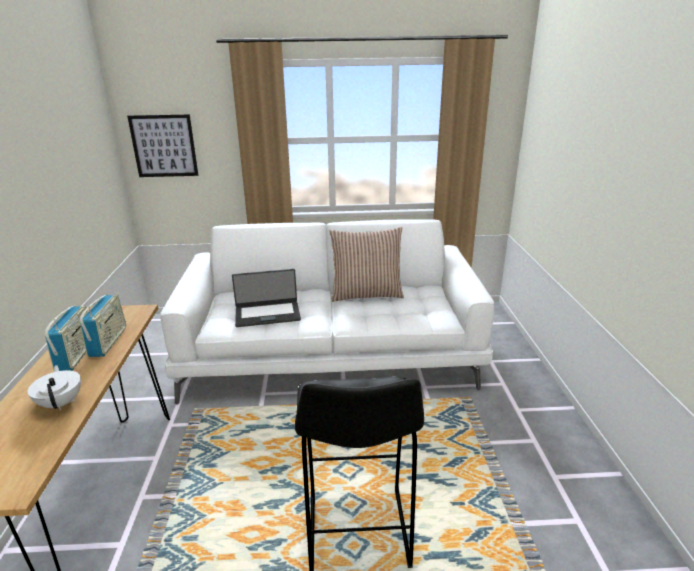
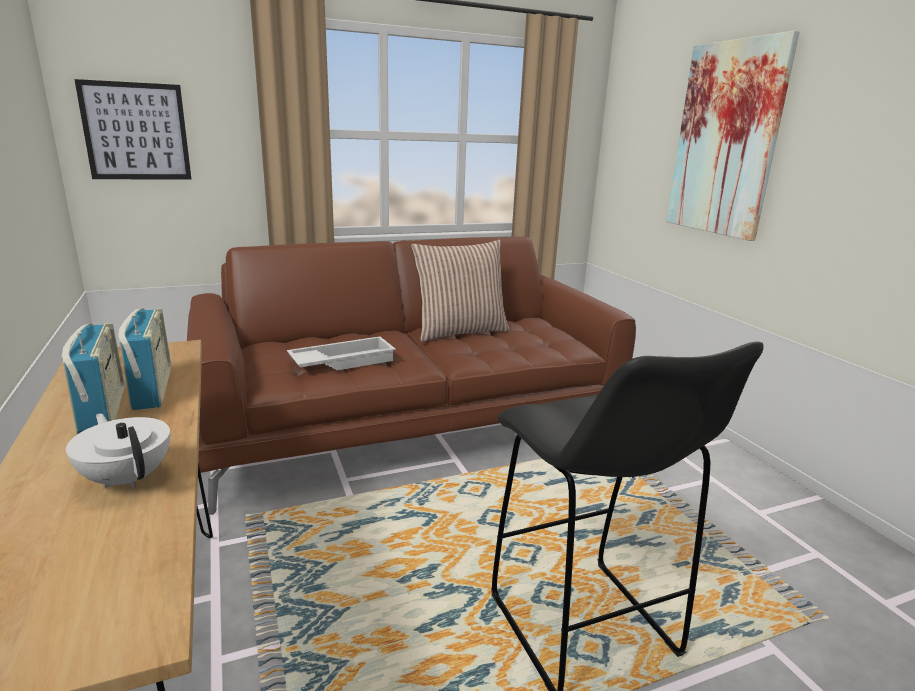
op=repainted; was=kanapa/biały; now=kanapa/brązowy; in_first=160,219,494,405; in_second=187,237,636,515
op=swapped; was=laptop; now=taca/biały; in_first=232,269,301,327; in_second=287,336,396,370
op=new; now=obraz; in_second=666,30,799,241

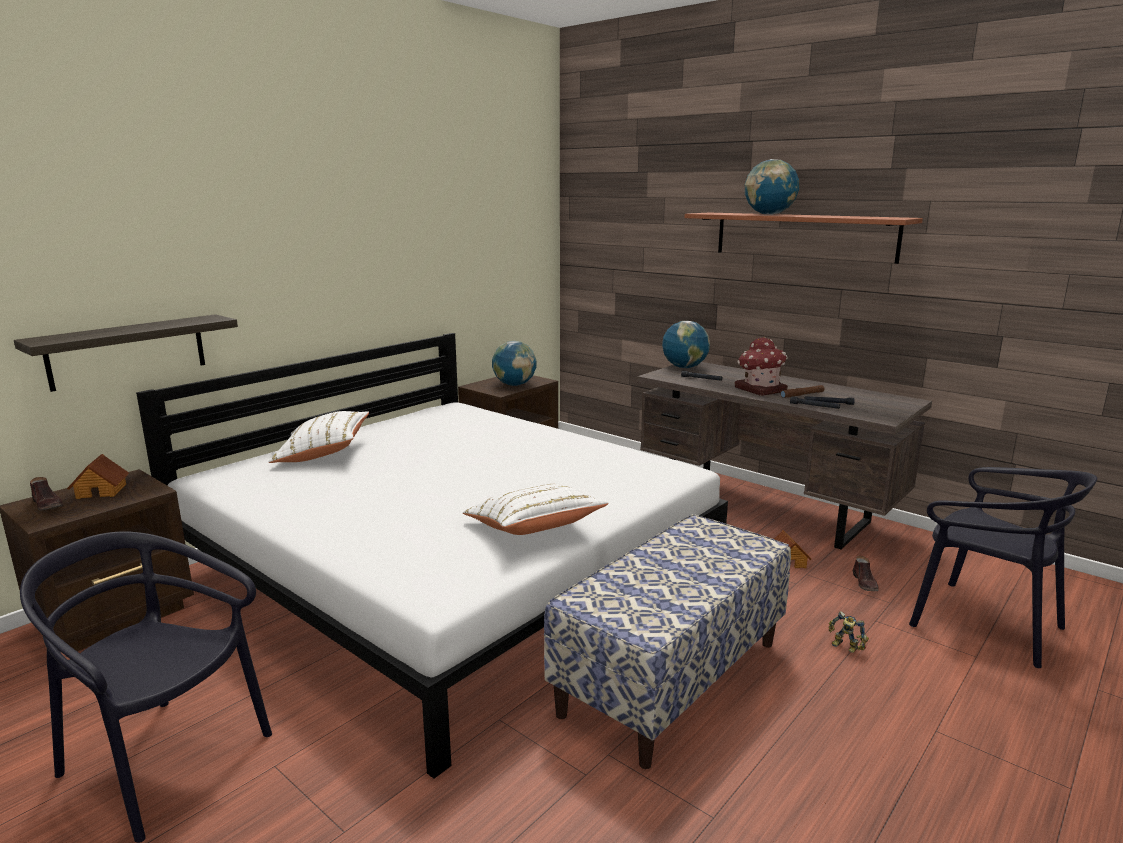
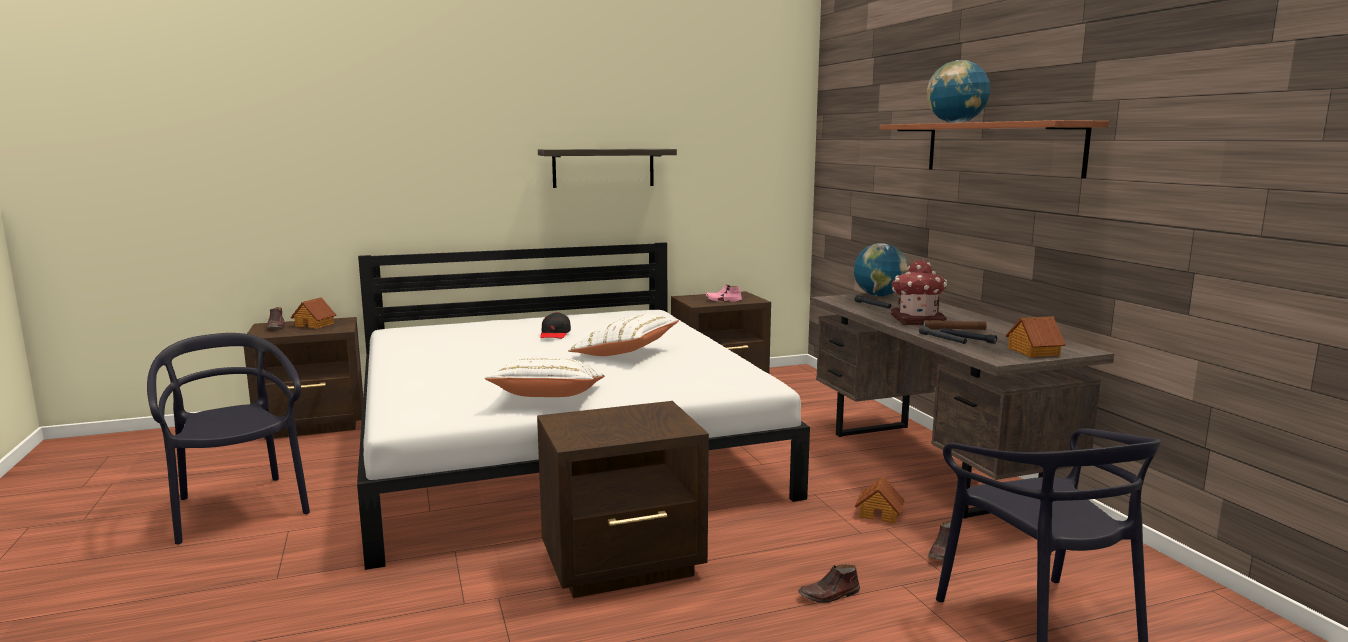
op=shifted; was=półka; in_first=14,314,238,392; in_second=538,149,677,188
op=swapped; was=globus; now=but/różowy; in_first=492,341,537,386; in_second=705,285,742,301
op=shifted; was=poduszka/biały; in_first=268,411,369,463; in_second=567,314,679,356
op=swapped; was=ławka; now=szafka nocna/brązowy; in_first=544,514,791,769; in_second=537,401,709,598
op=swapped; was=robot zabawkowy; now=but/brązowy; in_first=829,611,869,653; in_second=798,564,860,603
op=new; now=czapka z daszkiem/czarny; in_second=540,312,571,339
op=new; now=domek; in_second=1005,316,1066,357

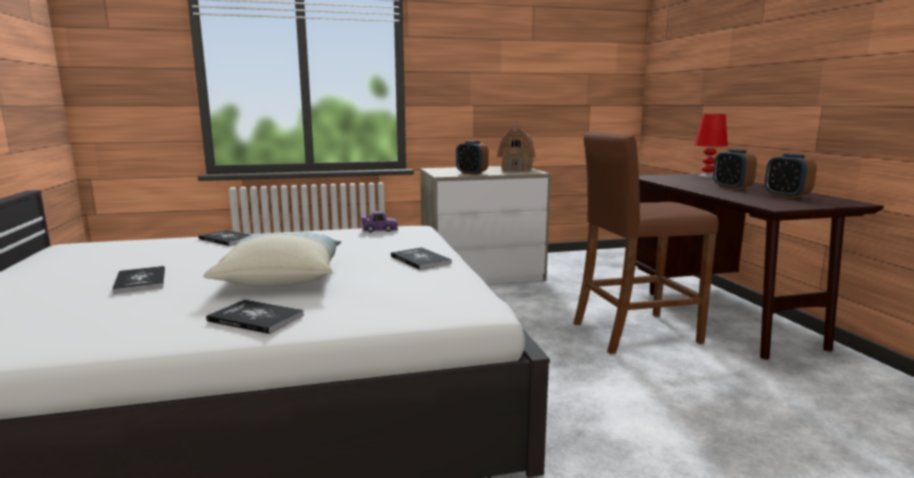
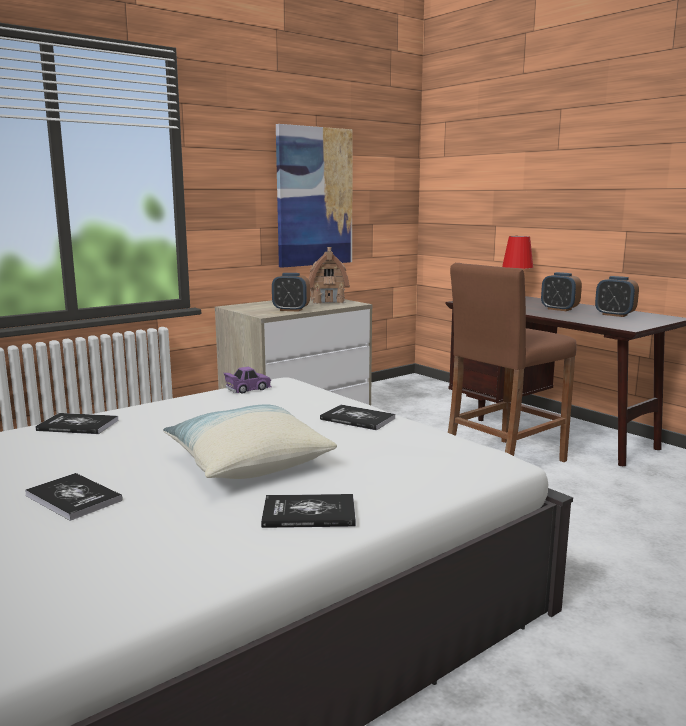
op=new; now=obraz; in_second=276,124,353,268

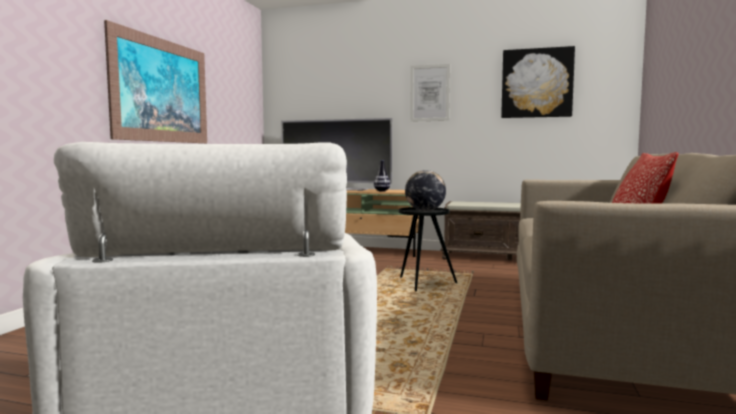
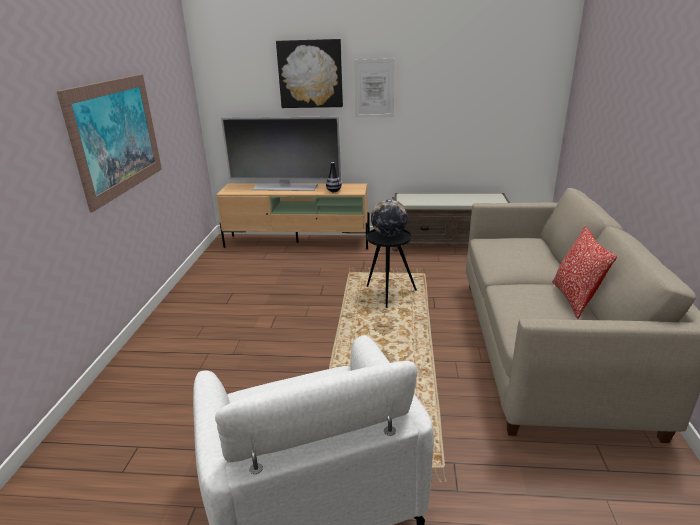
op=shifted; was=obraz; in_first=501,46,575,118; in_second=276,39,343,108

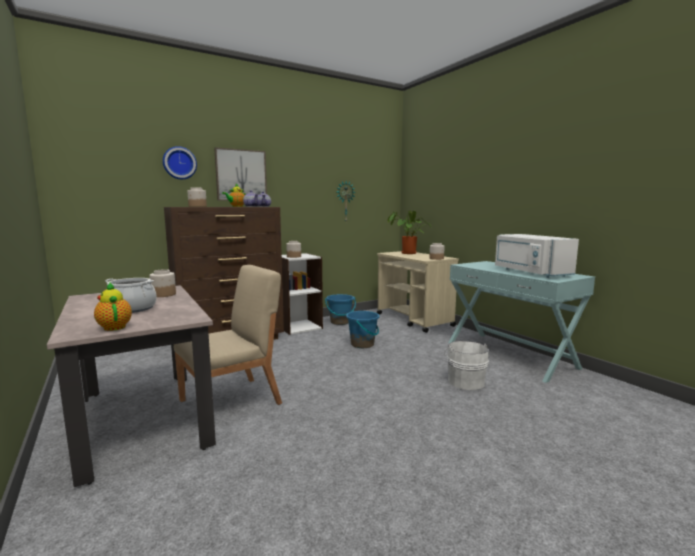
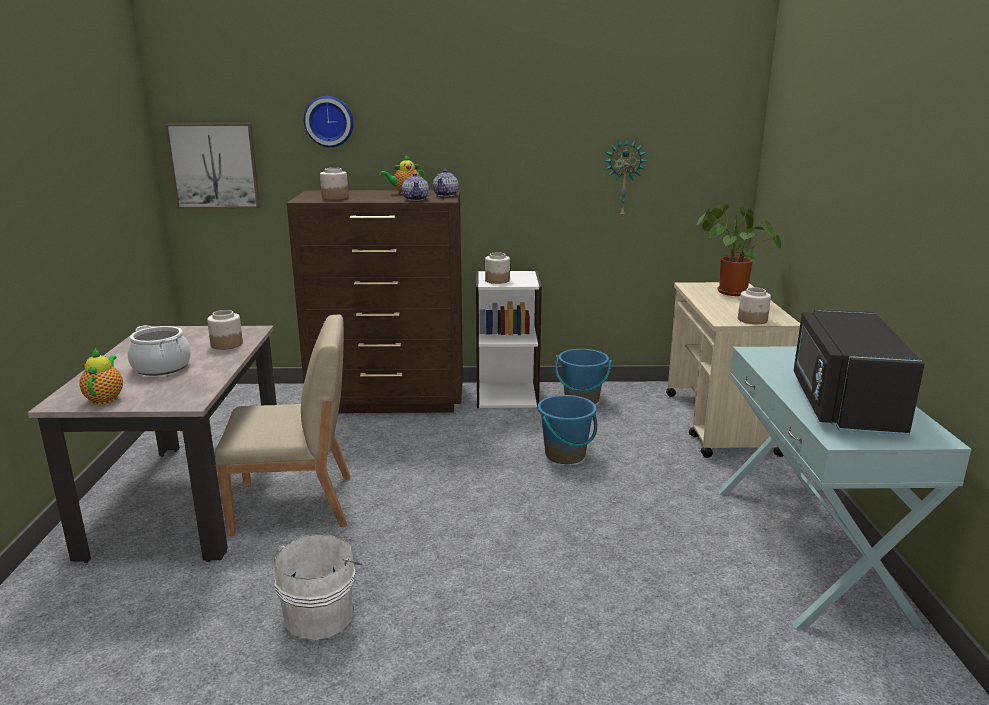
op=shifted; was=obraz; in_first=214,147,267,201; in_second=165,124,260,209
op=repainted; was=mikrofalówka/biały; now=mikrofalówka/czarny; in_first=495,234,579,278; in_second=793,309,925,436
op=shifted; was=wiadro/biały; in_first=444,341,489,390; in_second=274,534,362,640

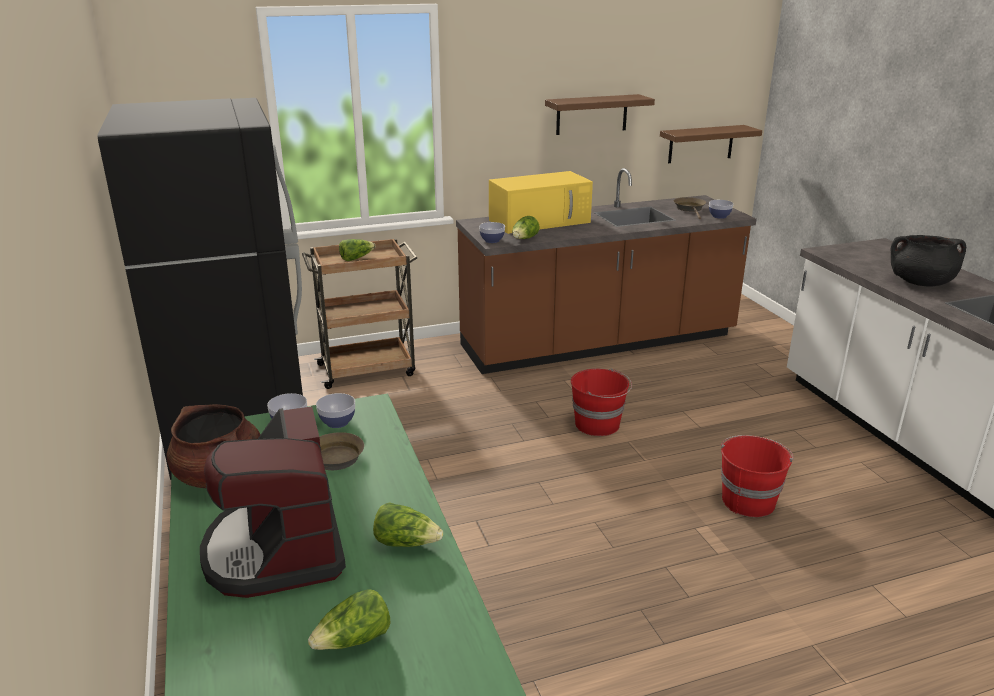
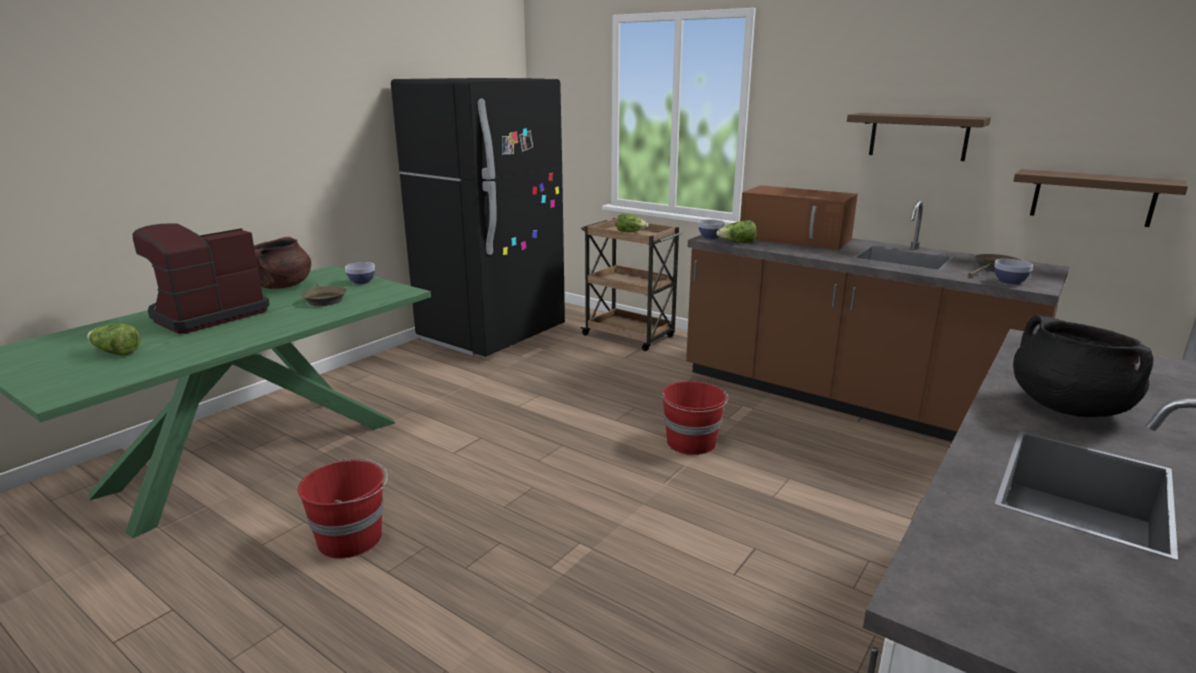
op=repainted; was=mikrofalówka/żółty; now=mikrofalówka/brązowy; in_first=489,171,593,234; in_second=740,185,858,250
op=gone; was=miska; in_first=316,393,355,428
op=shifted; was=wiadro/czerwony; in_first=721,435,794,517; in_second=298,458,388,559
op=gone; was=sałata; in_first=373,502,443,547

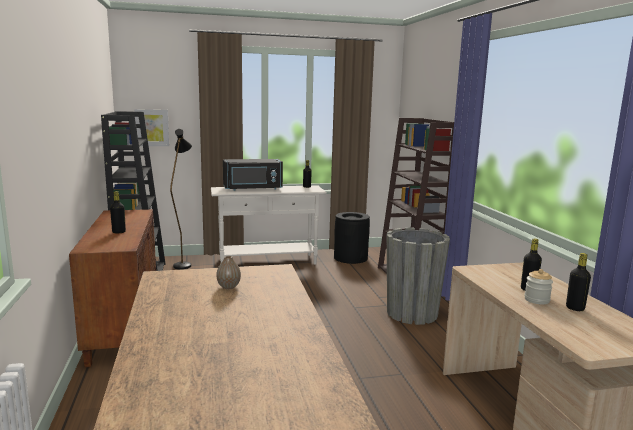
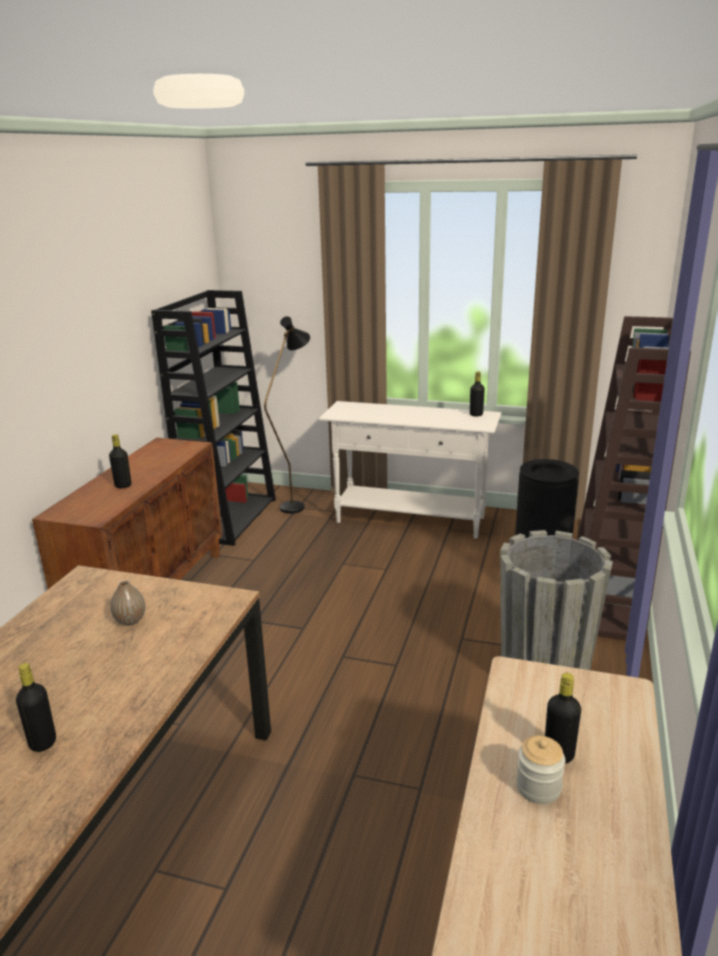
op=gone; was=obraz; in_first=134,109,169,146
op=gone; was=mikrofalówka/czarny; in_first=223,159,283,191
op=shifted; was=butelka/czarny; in_first=566,253,591,311; in_second=16,663,56,752

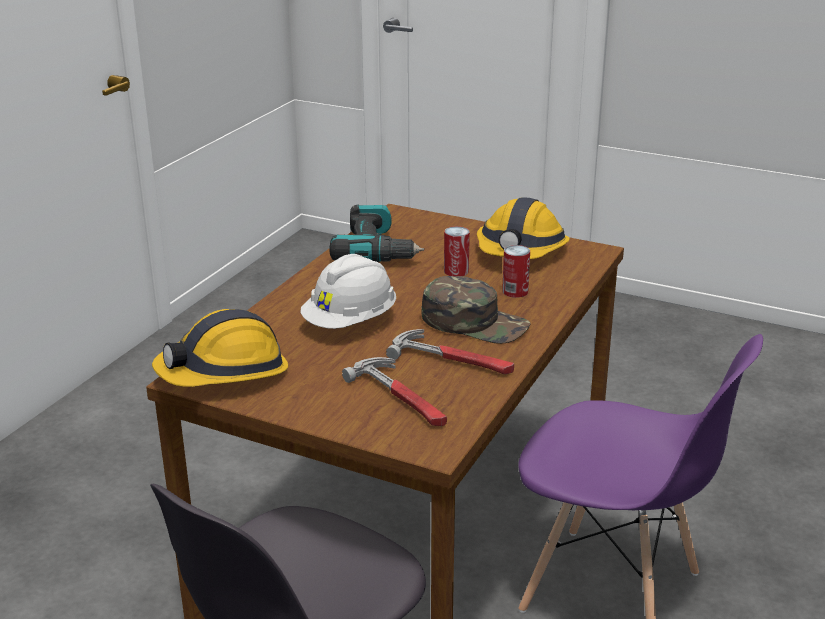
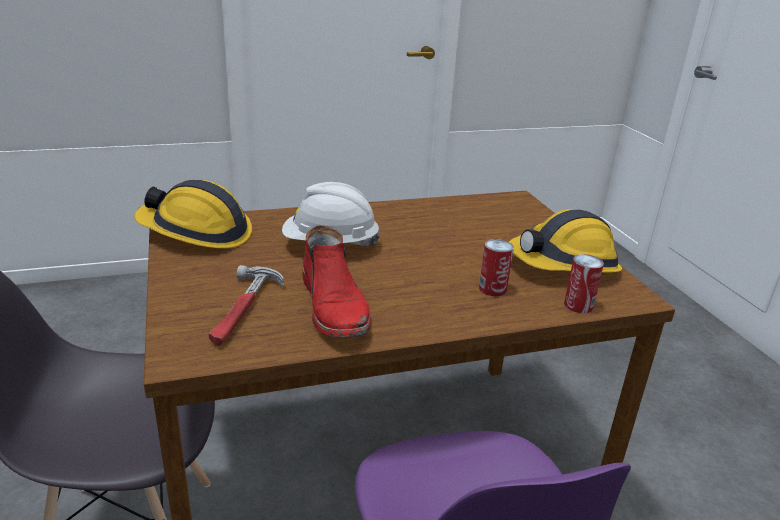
op=gone; was=wiertarka; in_first=329,204,424,262
op=shifted; was=puszka; in_first=444,226,470,276; in_second=564,254,604,313
op=gone; was=czapka z daszkiem/zielony; in_first=421,276,531,344
op=swapped; was=młotek; now=but z cholewką/czerwony; in_first=386,329,514,374; in_second=303,225,371,338

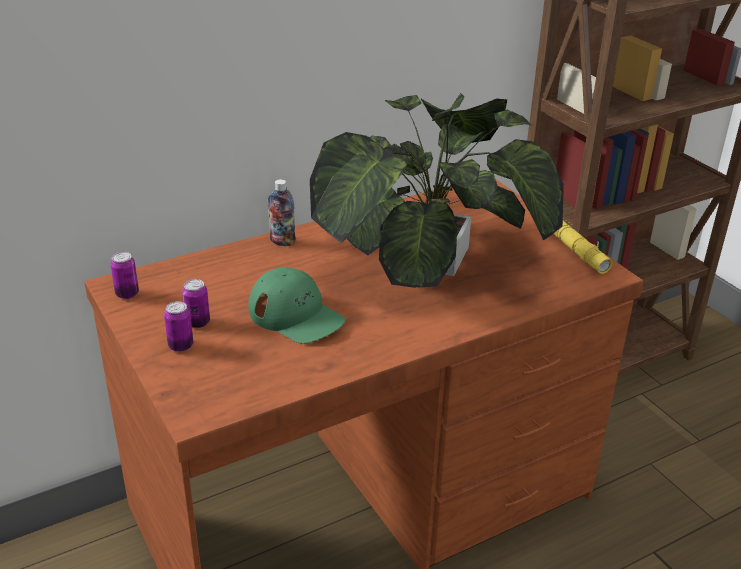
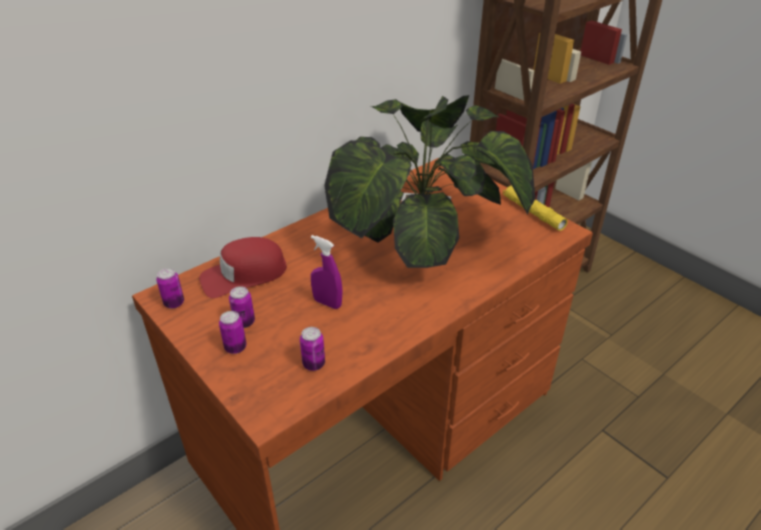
op=gone; was=butelka; in_first=268,179,295,246
op=swapped; was=czapka z daszkiem/zielony; now=spryskiwacz/fioletowy; in_first=248,267,346,344; in_second=311,235,343,309
op=new; now=czapka z daszkiem/czerwony; in_second=199,237,287,298
op=new; now=puszka; in_second=300,327,325,371

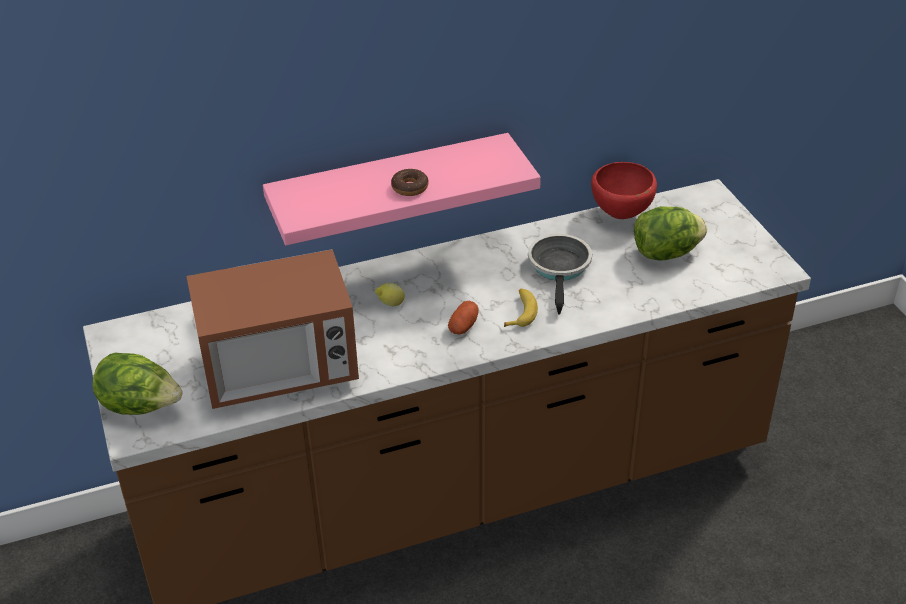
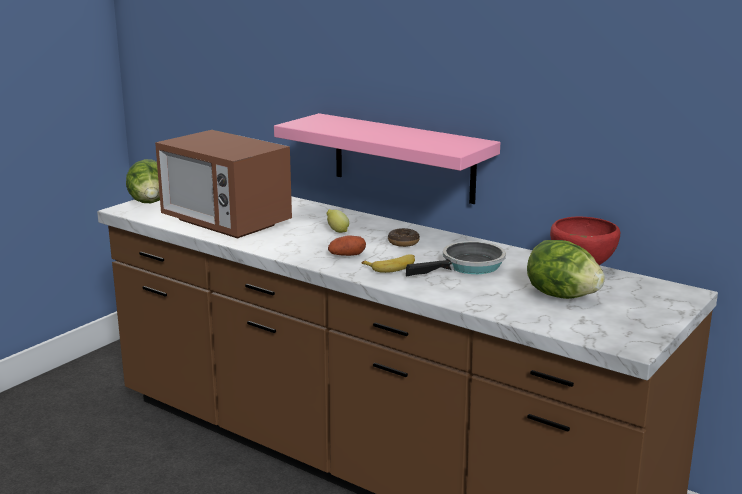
op=shifted; was=donut; in_first=391,169,428,196; in_second=388,228,420,247

